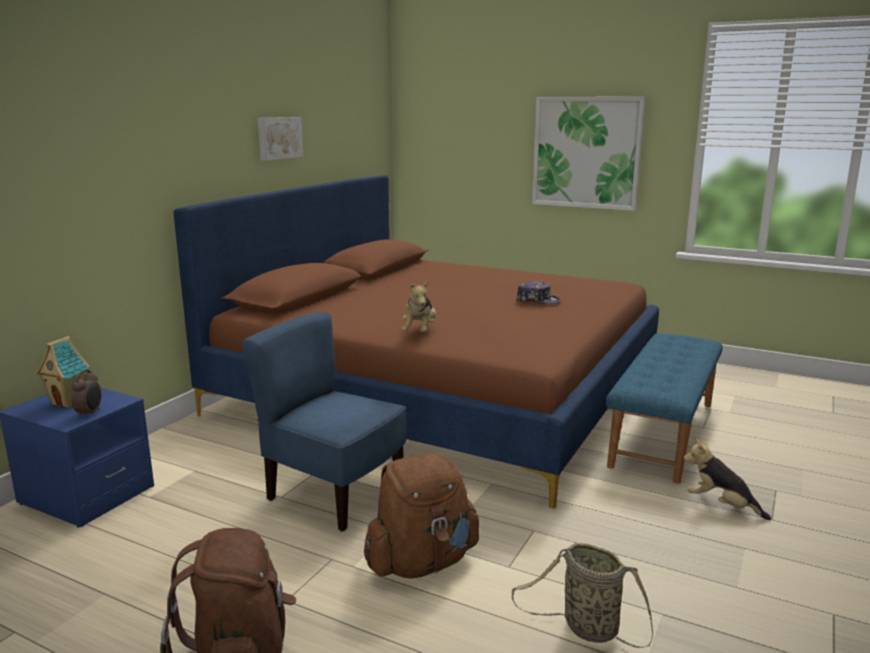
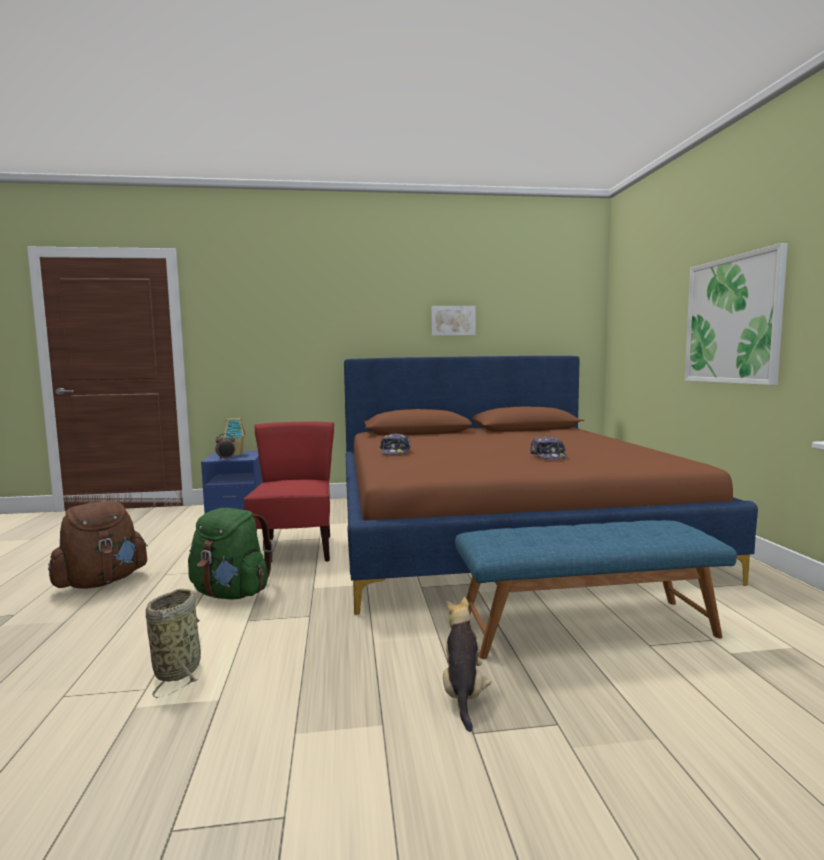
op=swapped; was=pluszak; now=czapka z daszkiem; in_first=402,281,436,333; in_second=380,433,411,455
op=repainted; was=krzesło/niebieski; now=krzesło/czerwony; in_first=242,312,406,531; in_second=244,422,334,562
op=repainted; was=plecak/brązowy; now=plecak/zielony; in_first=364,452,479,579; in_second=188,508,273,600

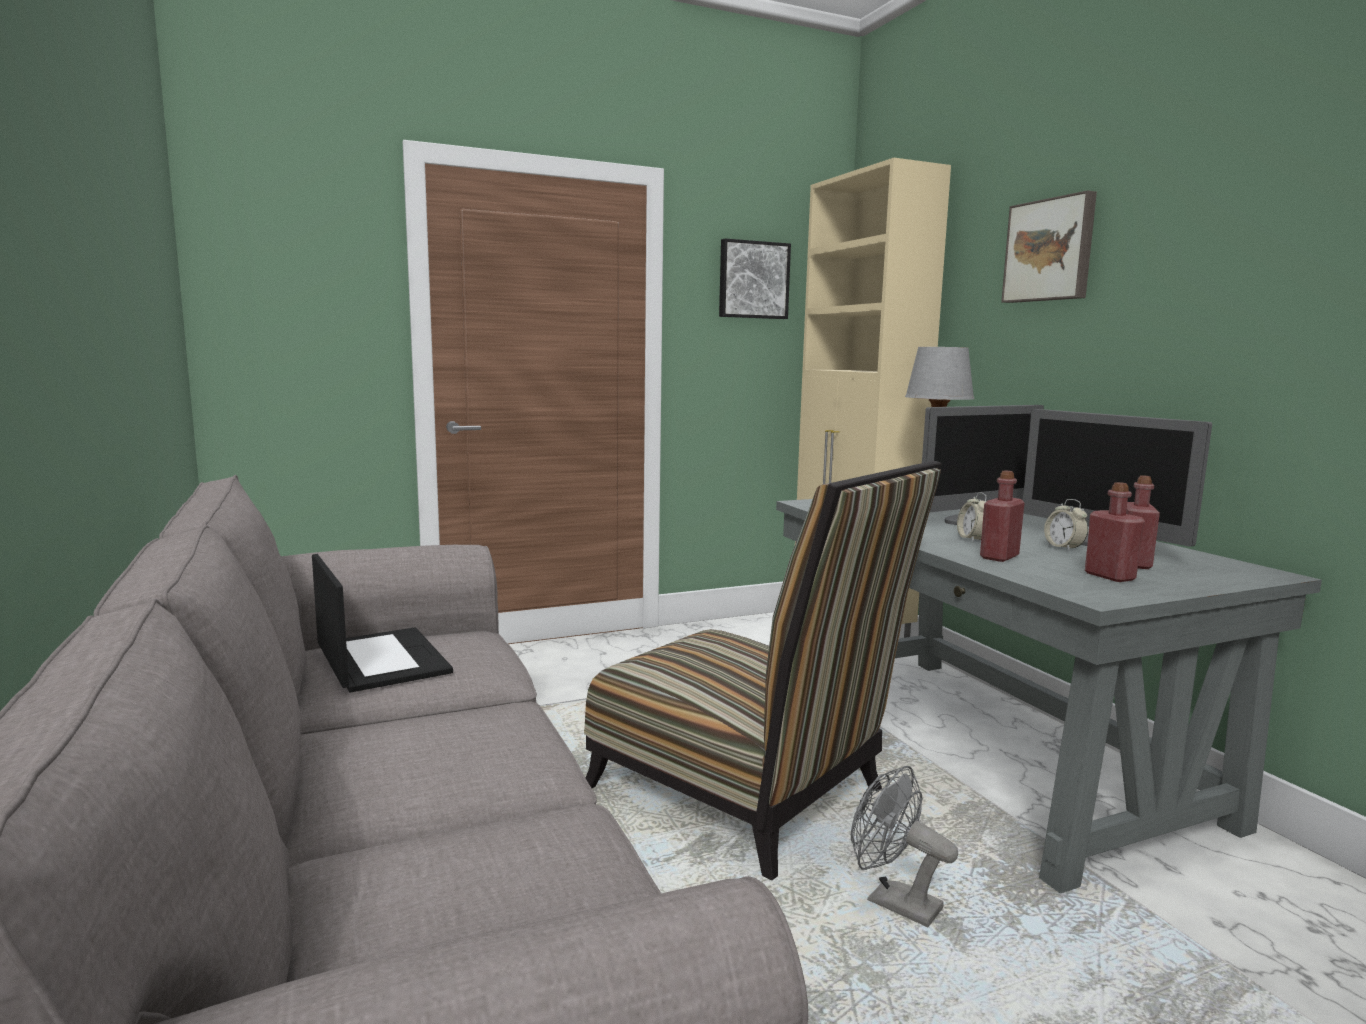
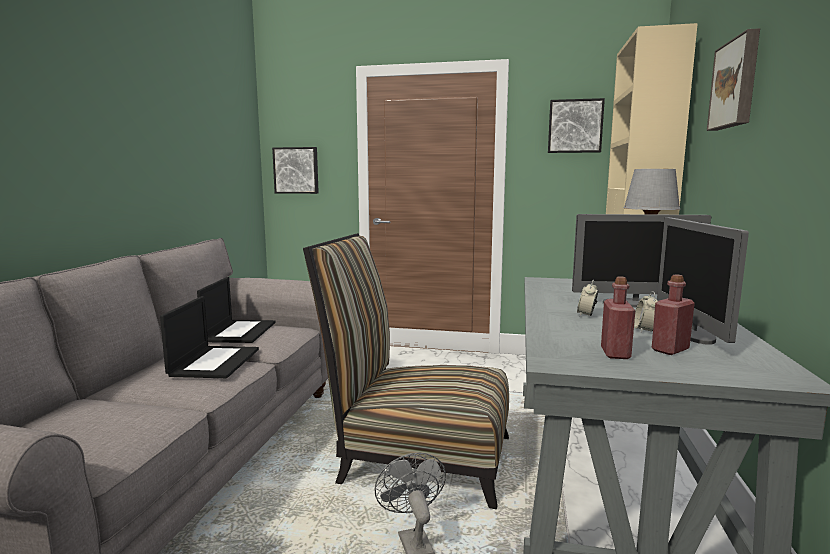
op=rotated; was=krzesło; in_first=584,461,941,880; in_second=303,233,509,509; clockwise=120
op=gone; was=butelka/czerwony; in_first=980,470,1024,562
op=new; now=obraz; in_second=272,147,319,194
op=new; now=laptop; in_second=160,296,259,378

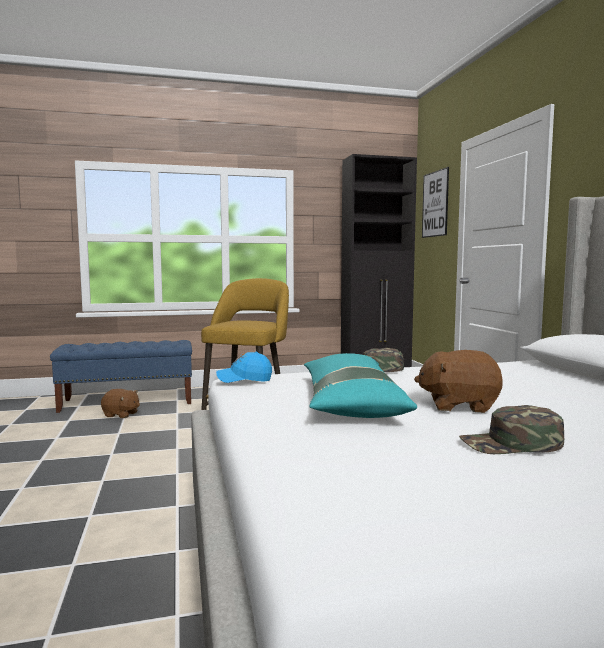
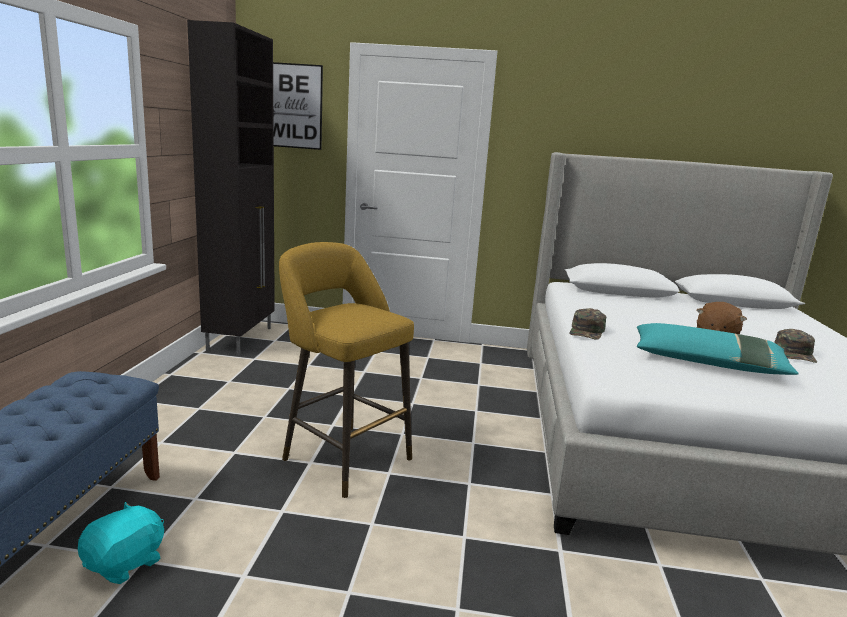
op=gone; was=czapka z daszkiem/niebieski; in_first=216,352,272,383
op=repainted; was=pluszak/brązowy; now=pluszak/turkusowy; in_first=101,389,140,418; in_second=78,502,164,584

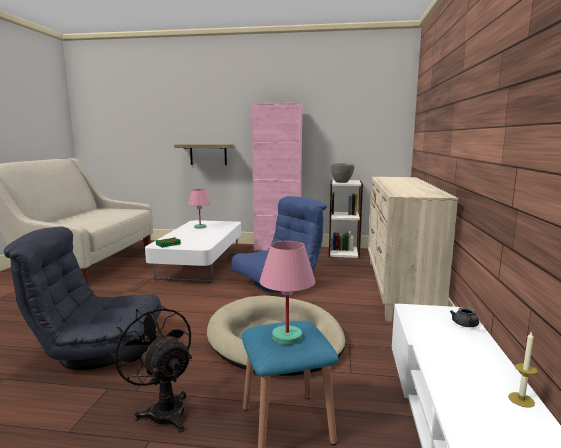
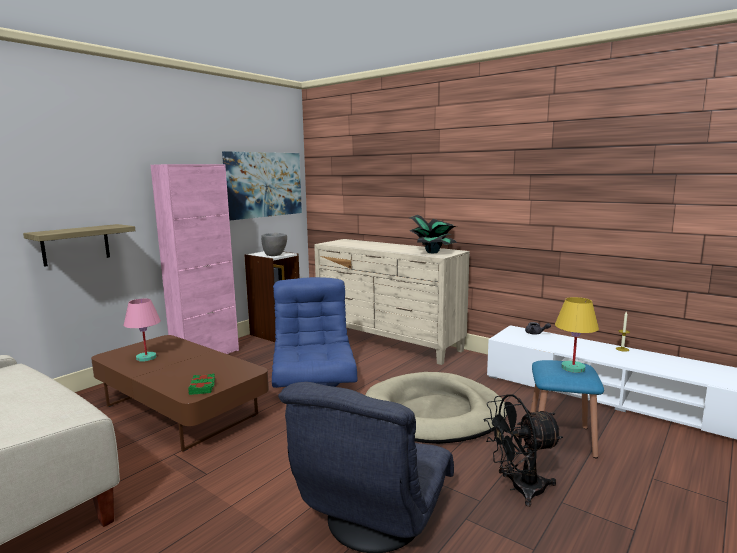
op=repainted; was=ława/biały; now=ława/brązowy; in_first=145,220,241,283; in_second=91,335,269,451
op=repainted; was=lampa stołowa/różowy; now=lampa stołowa/żółty; in_first=259,241,315,345; in_second=555,297,599,373
op=new; now=obraz; in_second=222,151,302,221
op=new; now=roślina doniczkowa; in_second=410,215,456,253

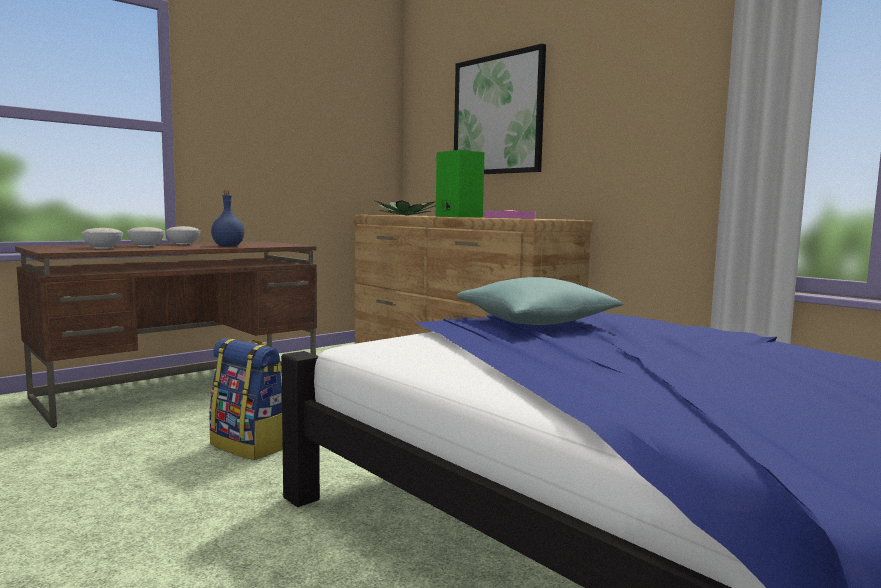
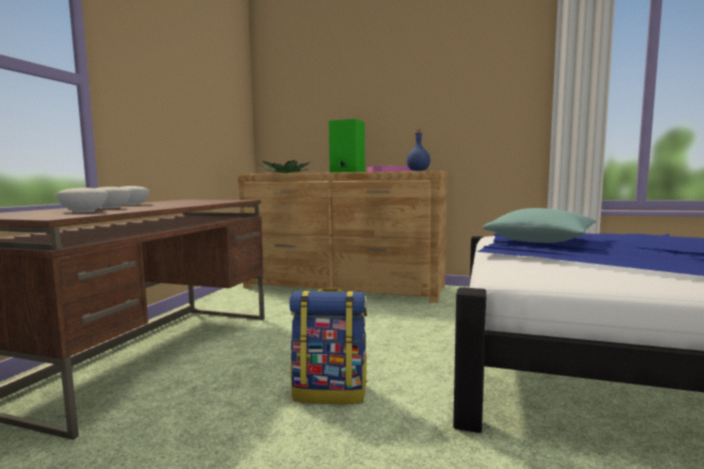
op=gone; was=obraz; in_first=454,43,546,174
op=shifted; was=butelka/niebieski; in_first=211,191,244,247; in_second=407,129,430,171

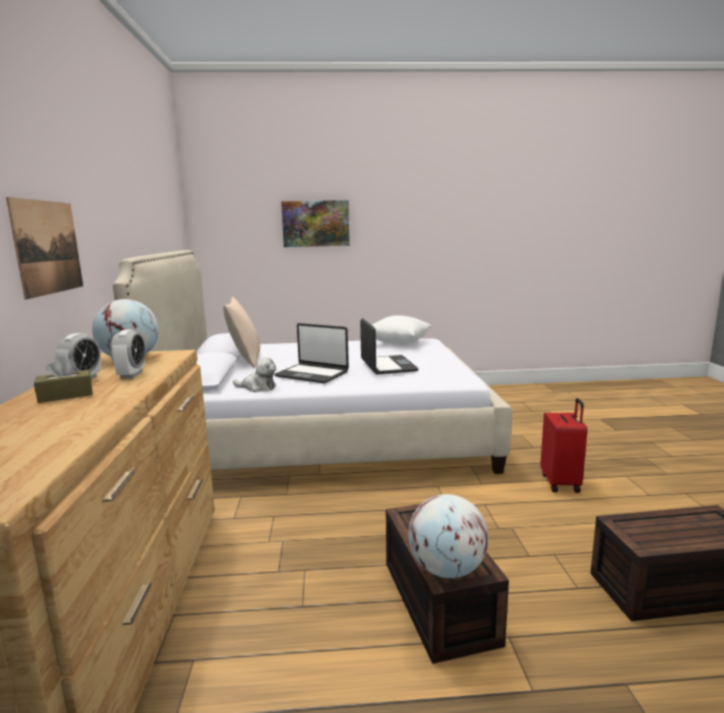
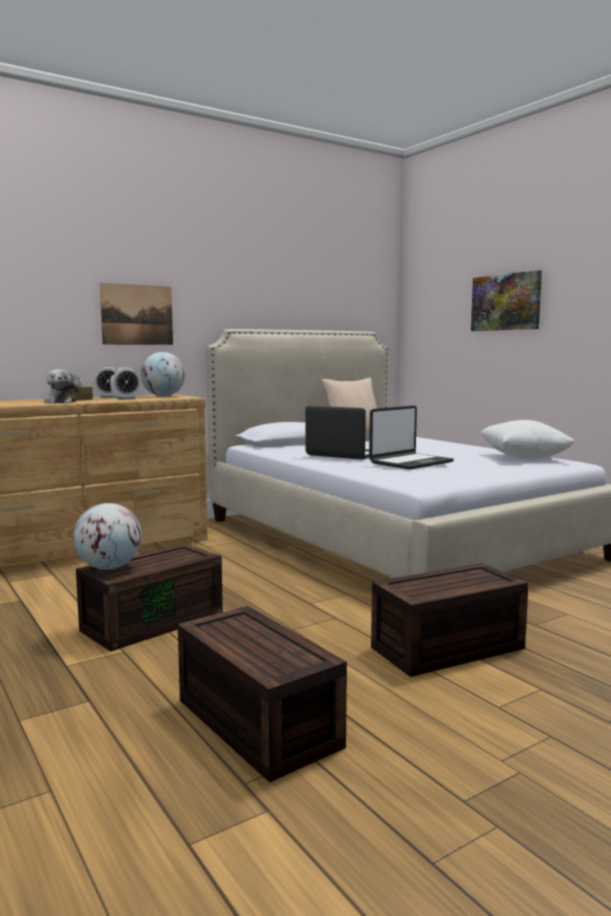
op=rotated; was=laptop; in_first=274,323,349,383; in_second=305,406,369,460; clockwise=120
op=shifted; was=pluszak; in_first=233,357,276,392; in_second=44,369,79,403
op=swapped; was=walizka/czerwony; now=pojemnik do przechowywania/brązowy; in_first=540,398,587,493; in_second=371,563,529,677

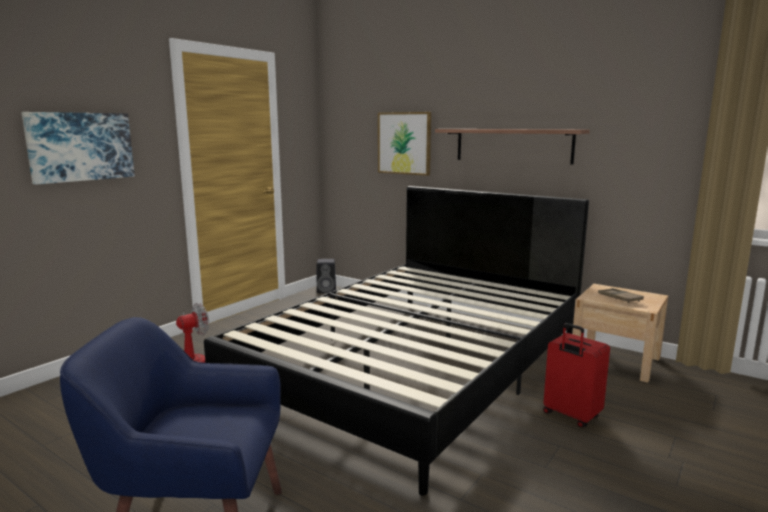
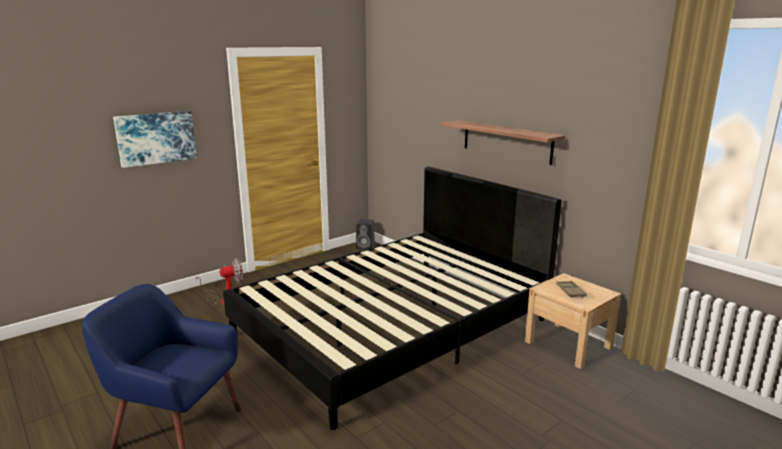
op=gone; was=obraz; in_first=378,112,431,176
op=gone; was=walizka/czerwony; in_first=543,323,610,427

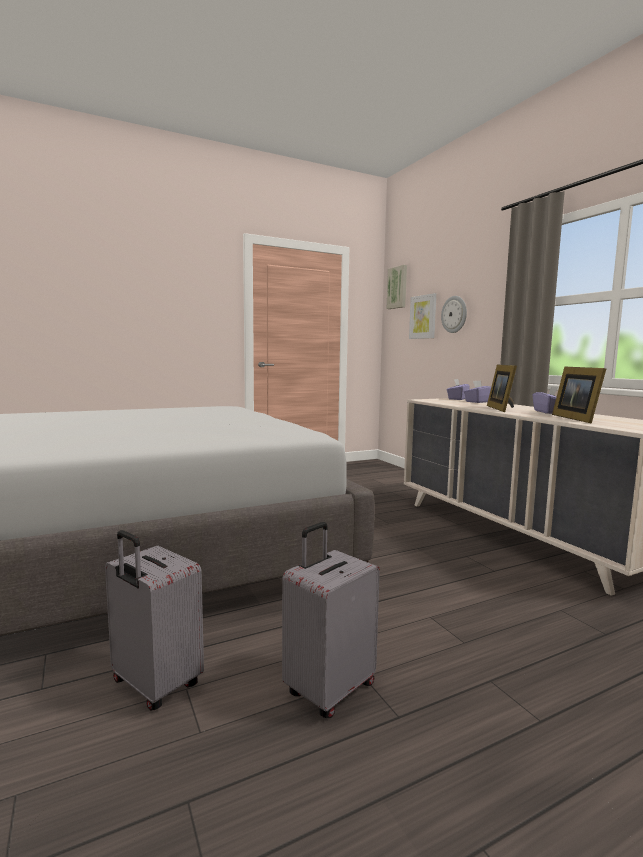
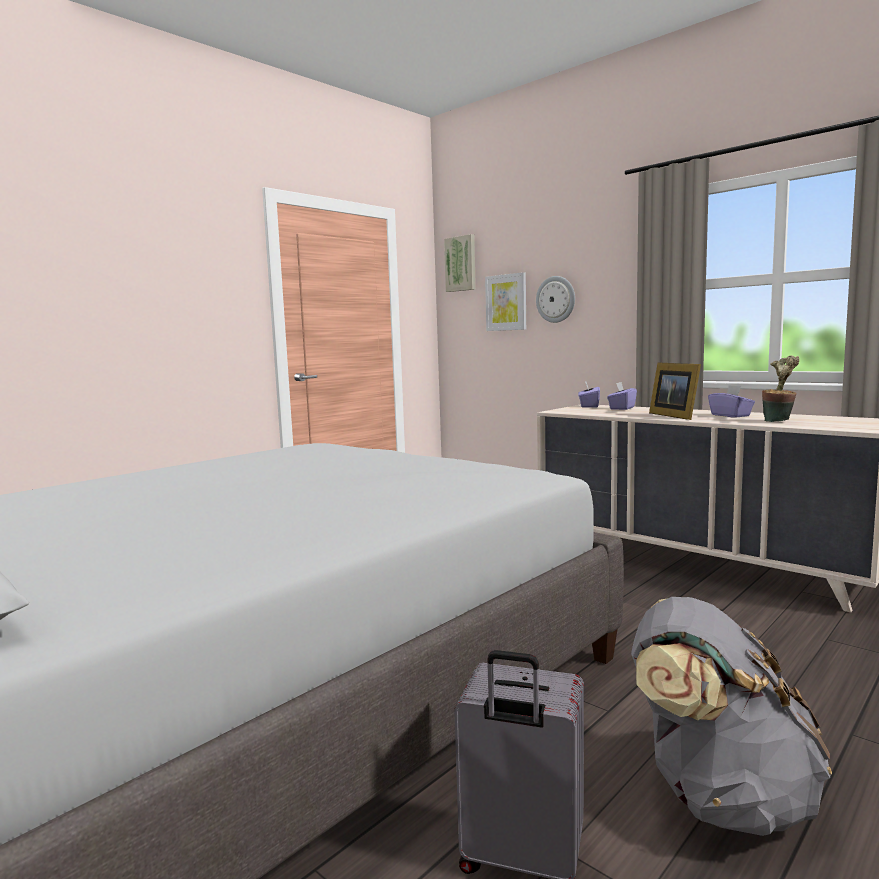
op=swapped; was=ramka na zdjęcie; now=roślina doniczkowa; in_first=552,367,606,424; in_second=762,356,799,422
op=swapped; was=walizka/szary; now=plecak/szary; in_first=282,522,380,718; in_second=631,597,832,836

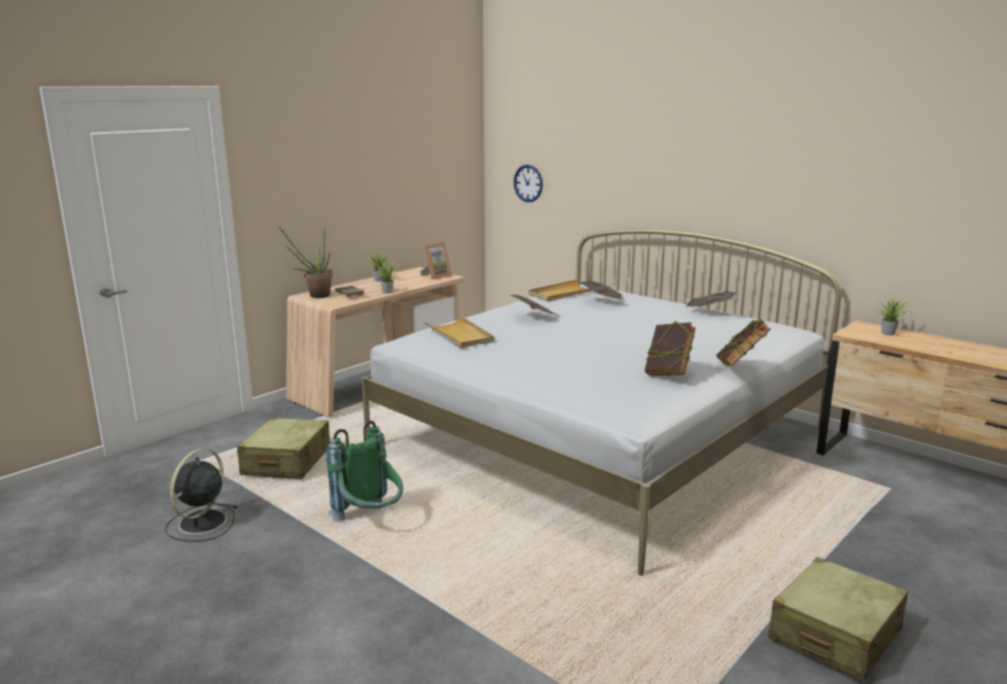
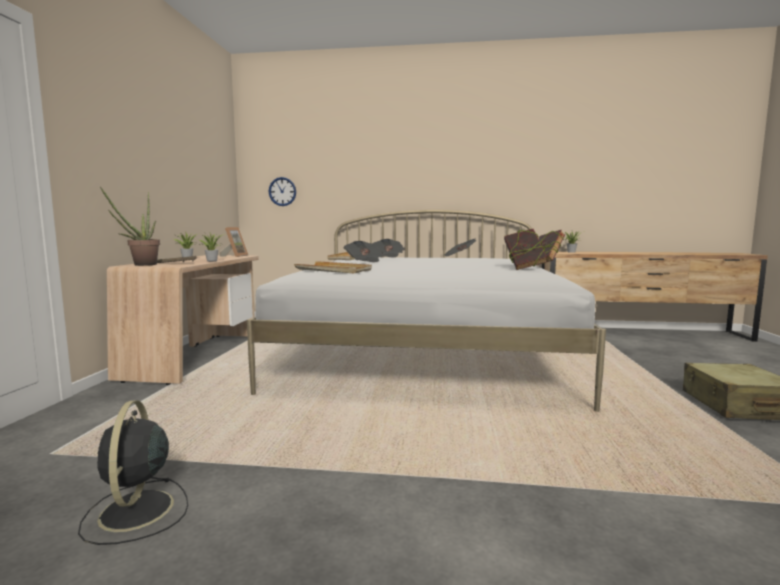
op=gone; was=walizka/beżowy; in_first=237,418,330,479
op=gone; was=plecak/zielony; in_first=326,421,403,520

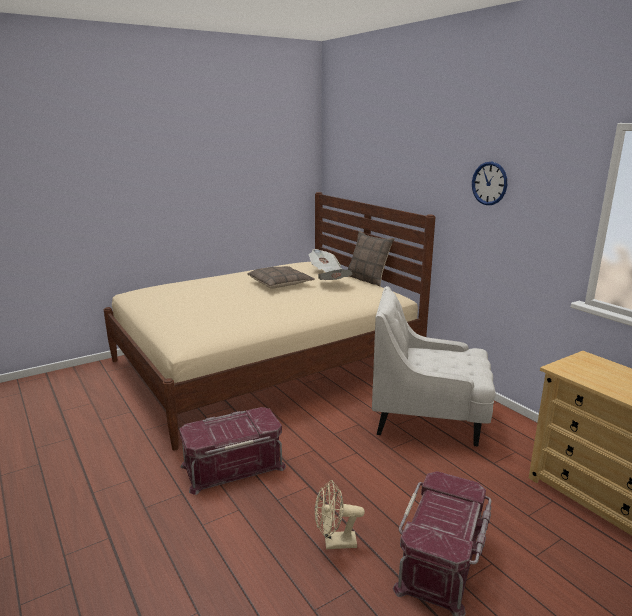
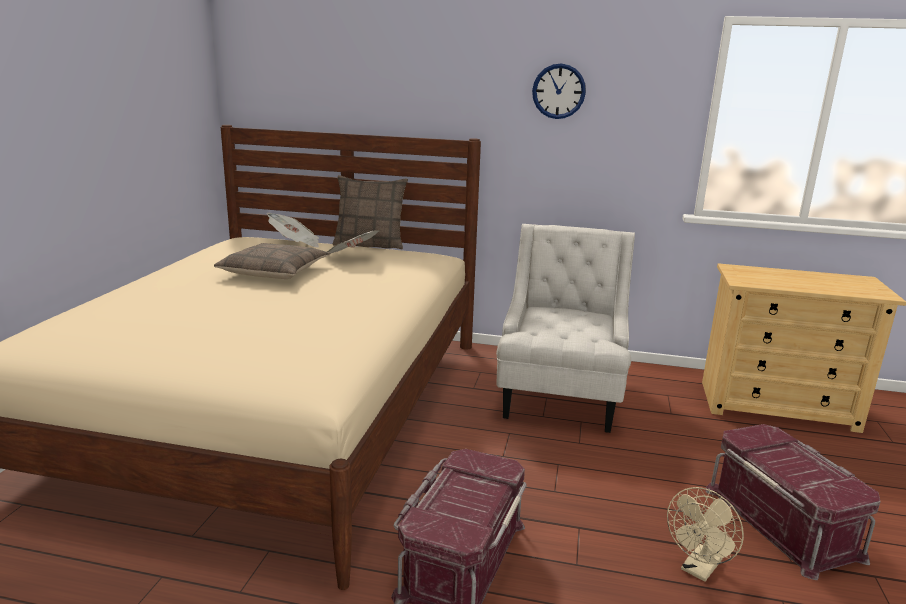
op=rotated; was=fotel/biały; in_first=372,286,496,447; in_second=496,224,635,433; clockwise=135

